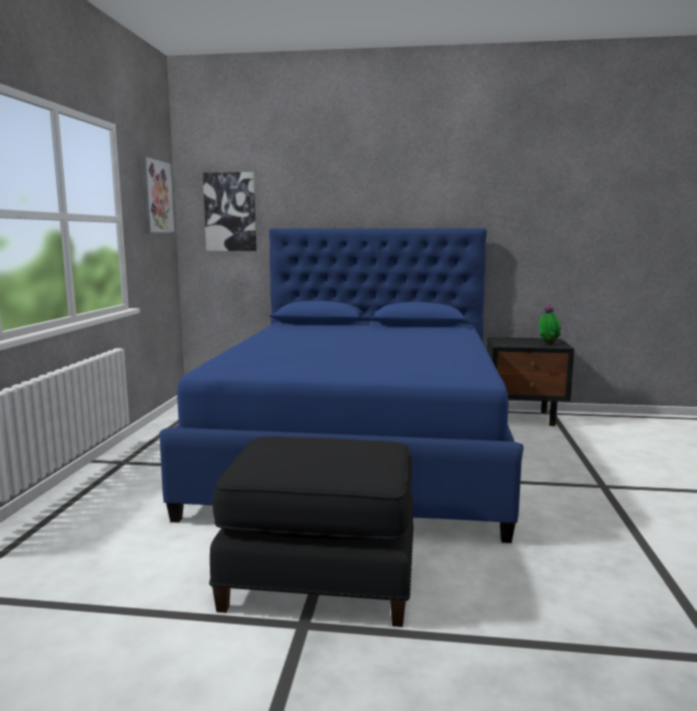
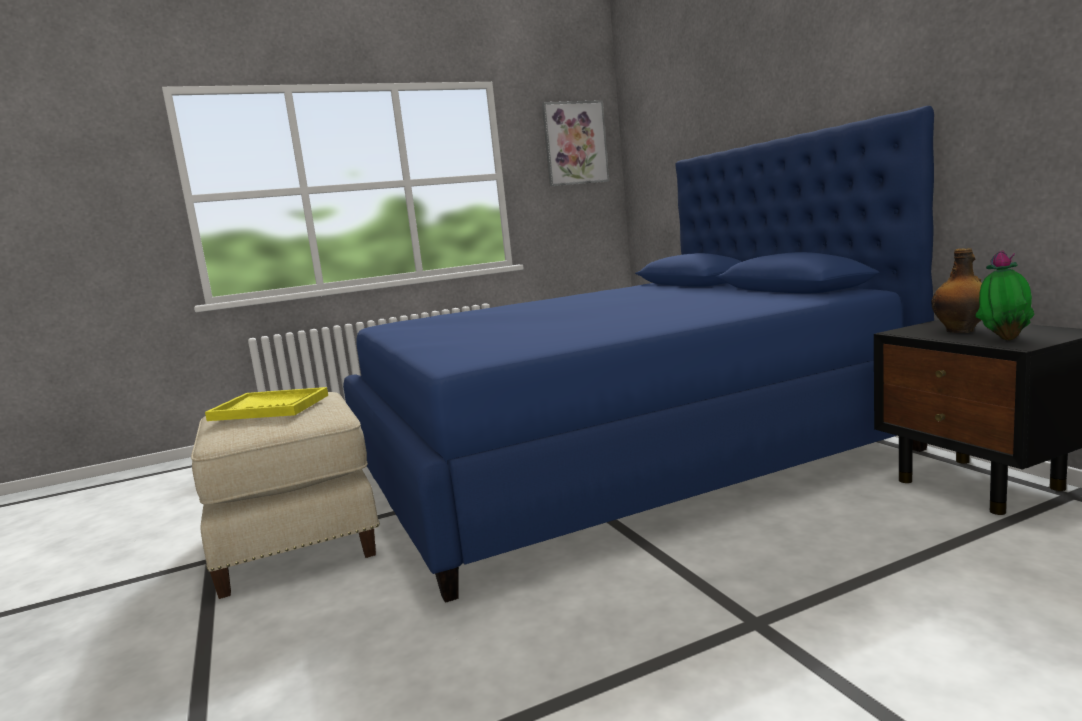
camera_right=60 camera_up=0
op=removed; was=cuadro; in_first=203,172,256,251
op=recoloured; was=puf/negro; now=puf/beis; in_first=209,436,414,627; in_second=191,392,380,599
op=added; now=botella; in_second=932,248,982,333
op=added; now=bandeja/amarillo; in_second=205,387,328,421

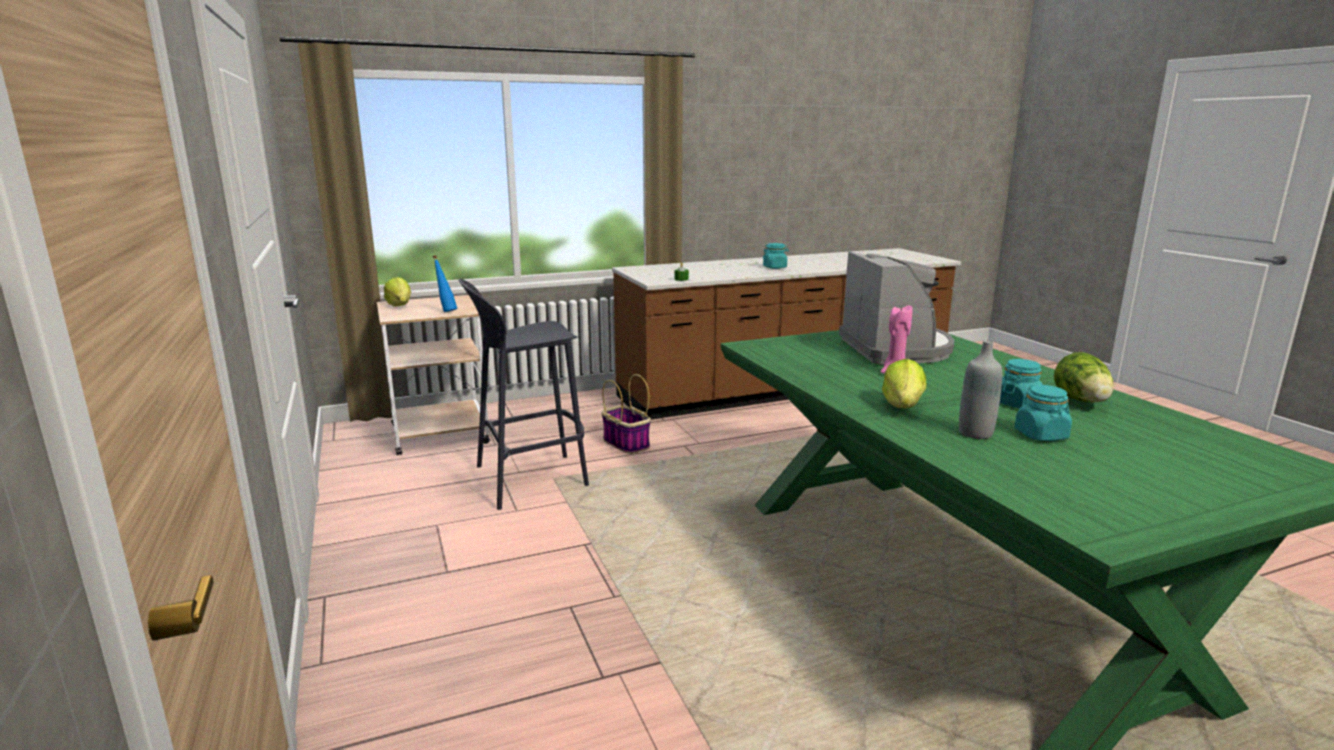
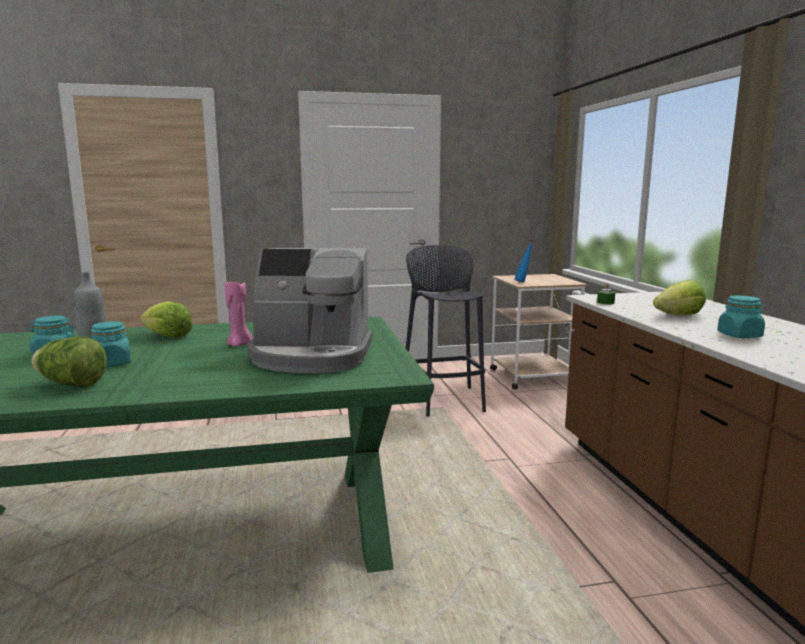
camera_right=100 camera_up=-5
op=moved; was=lechuga; in_first=384,277,411,306; in_second=653,280,706,315
op=removed; was=cesta; in_first=602,374,651,454

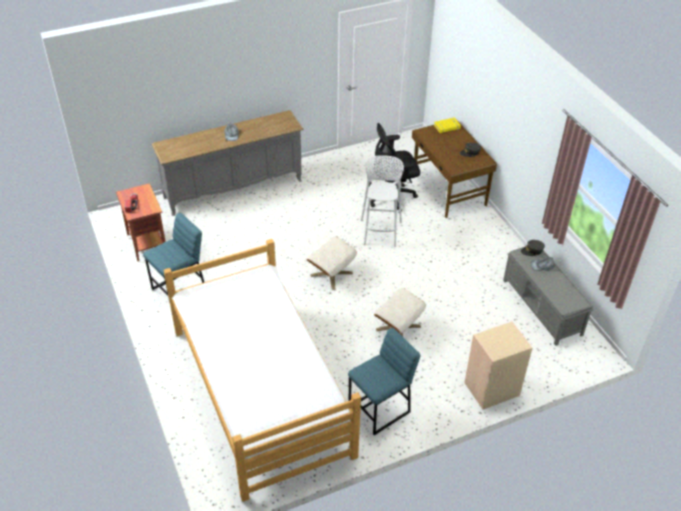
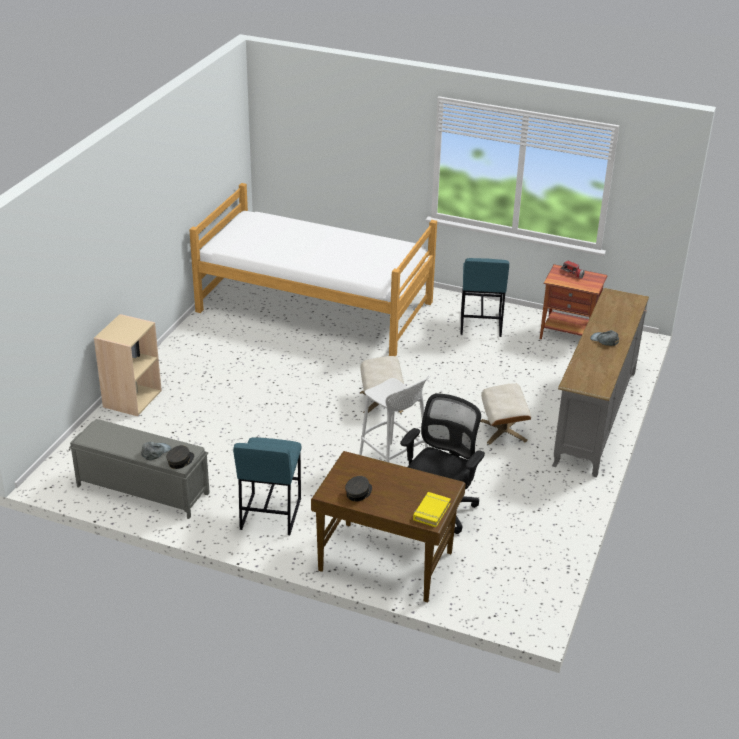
camera_right=135 camera_up=-10
op=moved; was=puf/beis; in_first=374,288,426,337; in_second=480,383,532,445
op=moved; was=taburete/azul; in_first=348,327,421,435; in_second=233,437,302,535

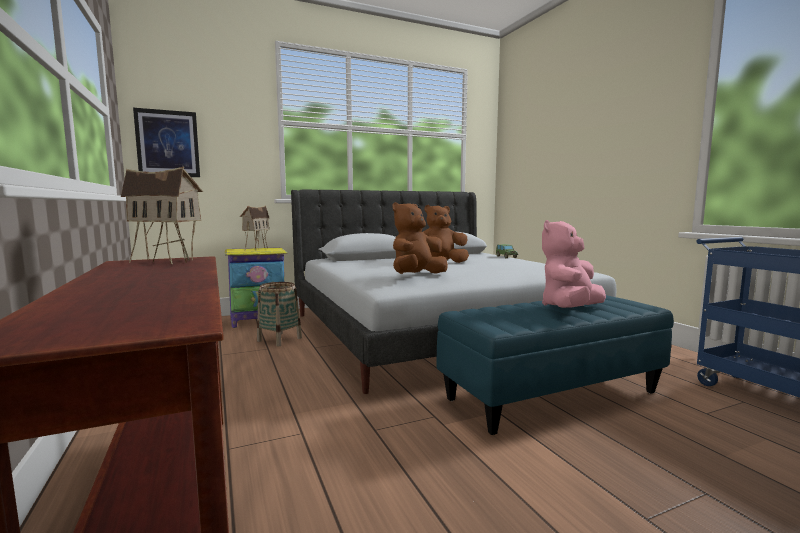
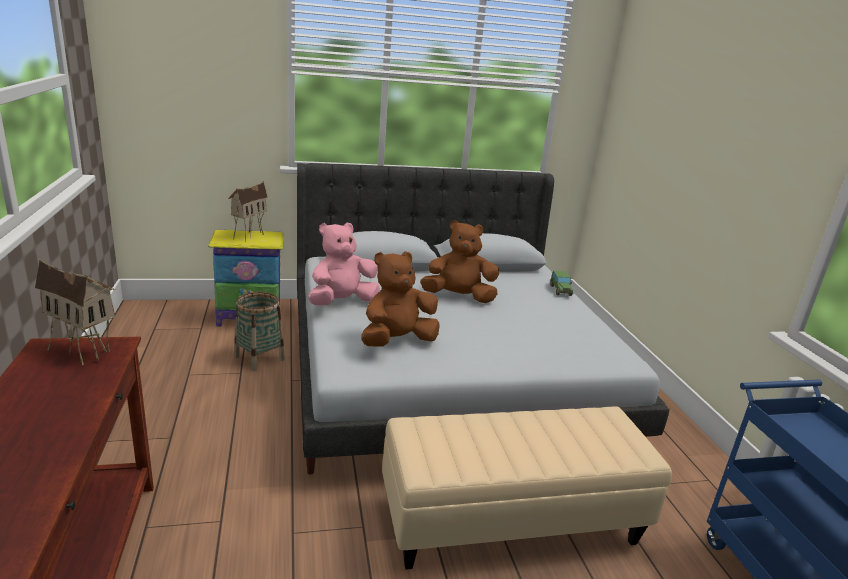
camera_right=10 camera_up=15
op=removed; was=cuadro; in_first=133,108,200,177
op=moved; was=peluche/rosa; in_first=542,220,606,308; in_second=308,223,380,305
op=recoloured; was=puf/azul; now=puf/beis; in_first=436,295,674,435; in_second=382,406,672,570

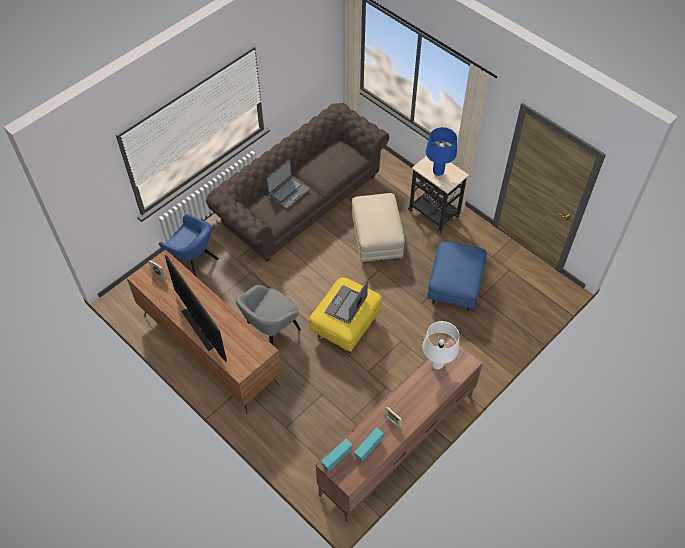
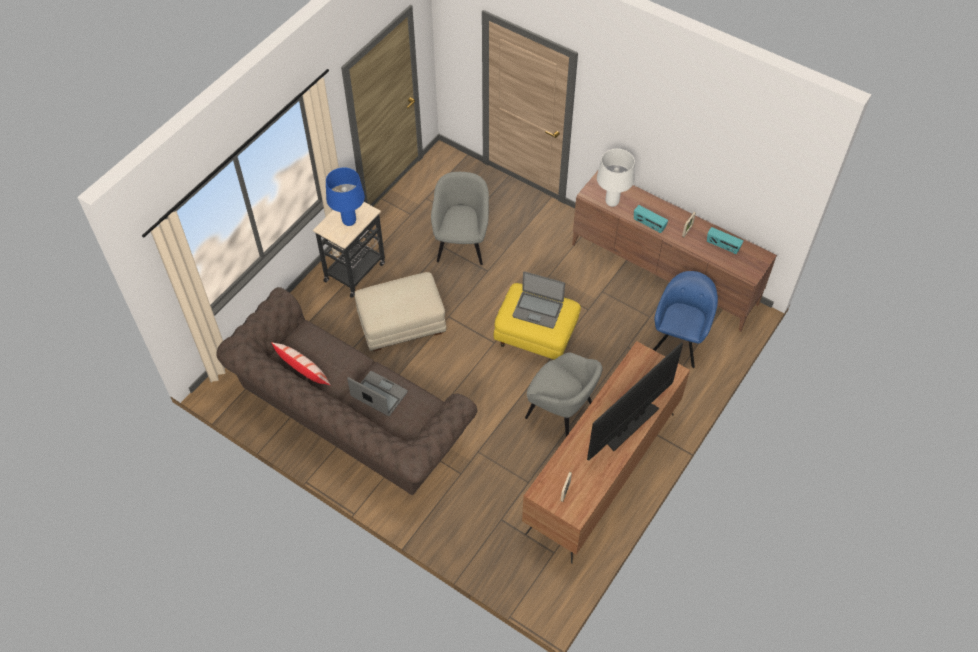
camera_right=-100 camera_up=0
op=moved; was=sillón/azul; in_first=159,214,219,276; in_second=653,271,718,368
op=replaced; was=puf/azul; now=sillón/gris; in_first=427,242,487,311; in_second=431,172,489,265
op=moved; was=radio; in_first=321,438,353,471; in_second=634,205,668,233
op=added; now=cojín; in_second=271,342,330,385

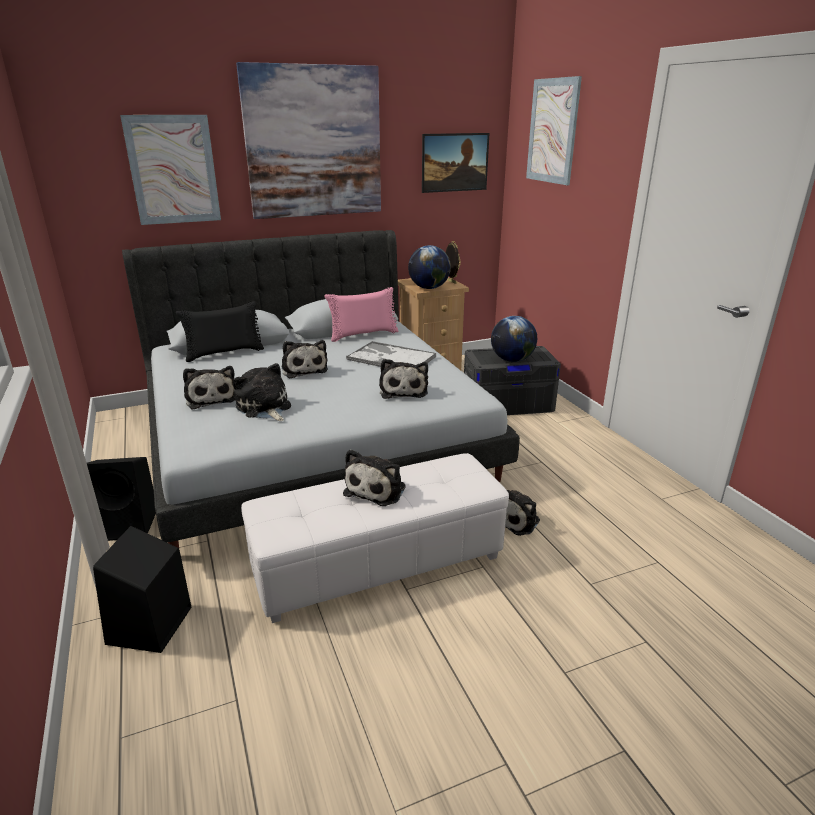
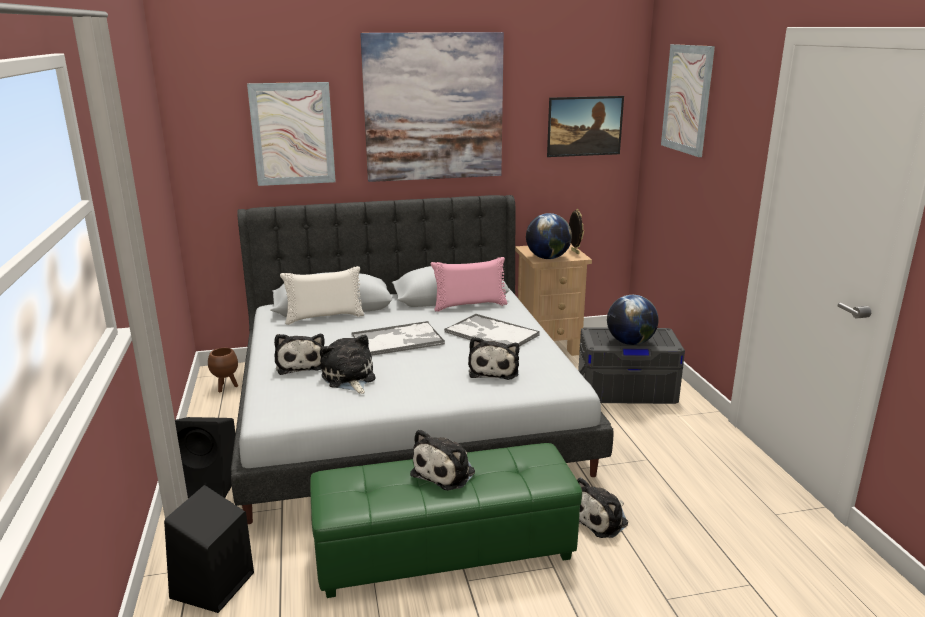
camera_right=10 camera_up=-5
op=recoloured; was=cojín/negro; now=cojín/blanco; in_first=176,301,264,362; in_second=280,266,364,325
op=replaced; was=peluche; now=bandeja; in_first=281,340,328,378; in_second=352,321,445,356
op=recoloured; was=puf/blanco; now=puf/verde; in_first=241,453,509,623; in_second=310,443,582,598
op=added; now=maceta/marrón; in_second=208,348,238,392

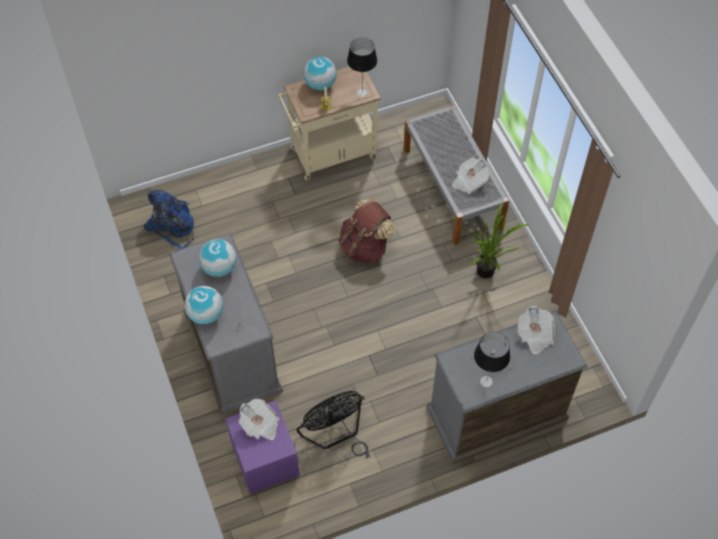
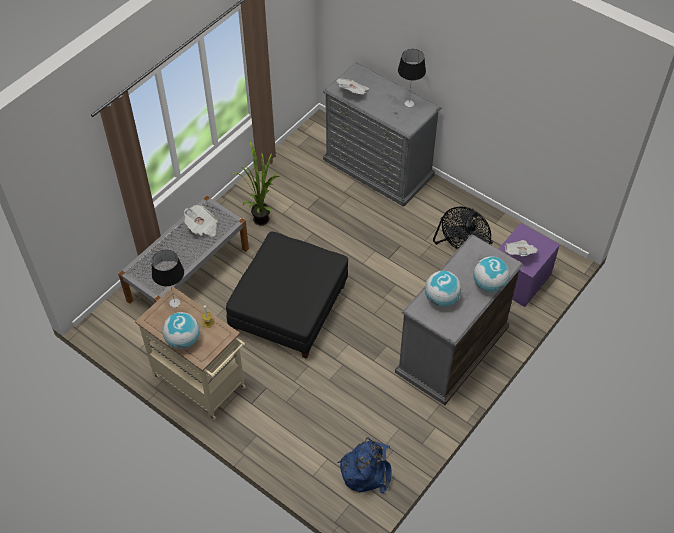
camera_right=-120 camera_up=-5
op=replaced; was=mochila/marrón; now=puf/negro; in_first=338,198,396,263; in_second=226,231,348,359

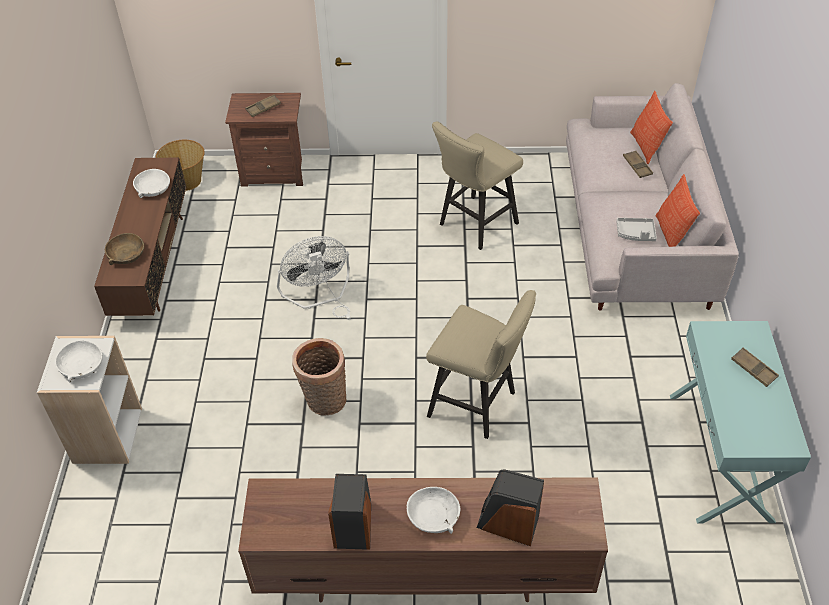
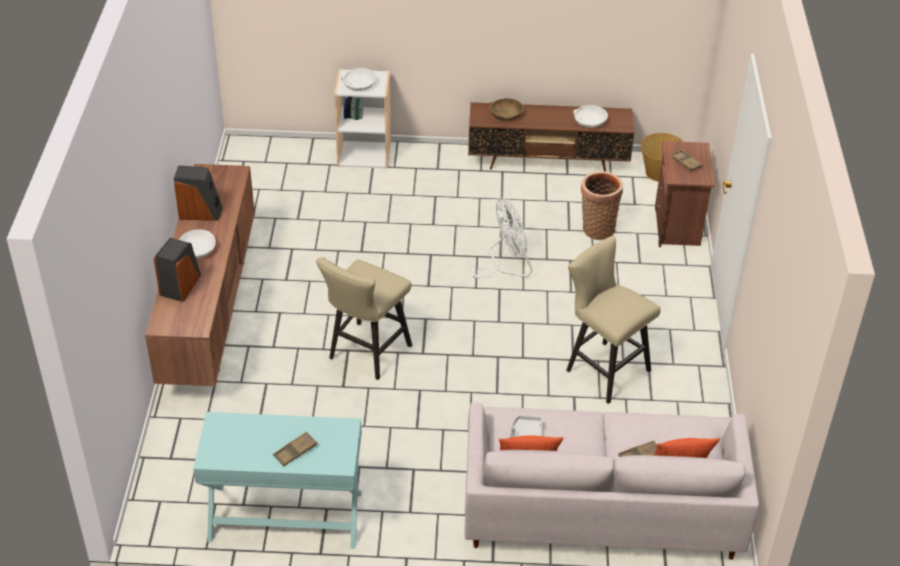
camera_right=90 camera_up=-5
op=moved; was=cesta; in_first=292,338,346,416; in_second=581,171,623,240

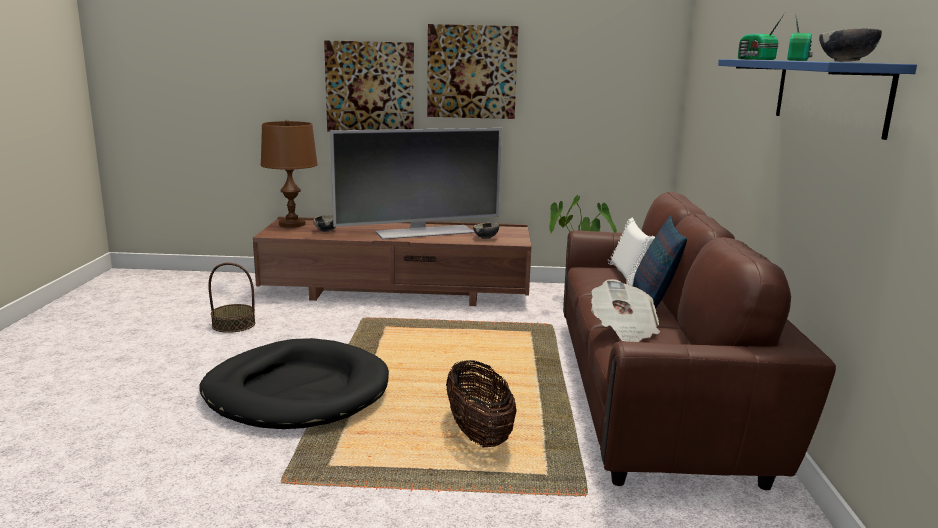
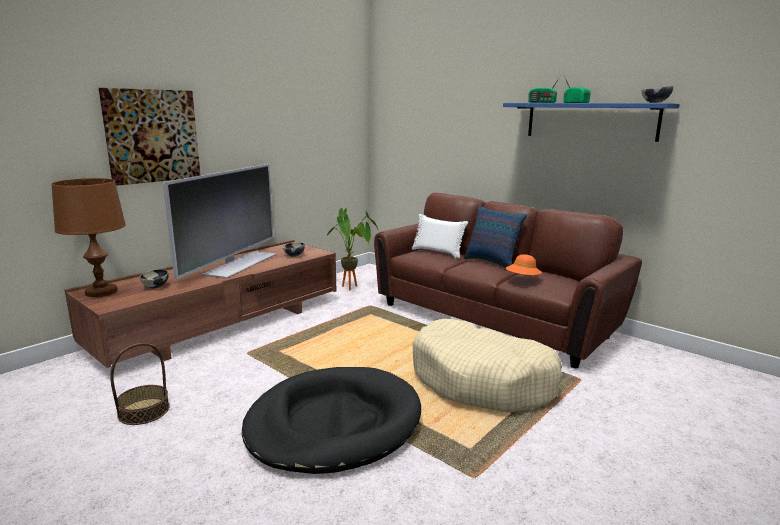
camera_right=-50 camera_up=0
op=removed; was=cuadro; in_first=427,24,518,119
op=replaced; was=periódico; now=sombrero/naranja; in_first=591,279,660,342; in_second=505,254,542,276
op=replaced; was=cesta; now=cama para perro/beis; in_first=446,360,517,447; in_second=412,319,563,412

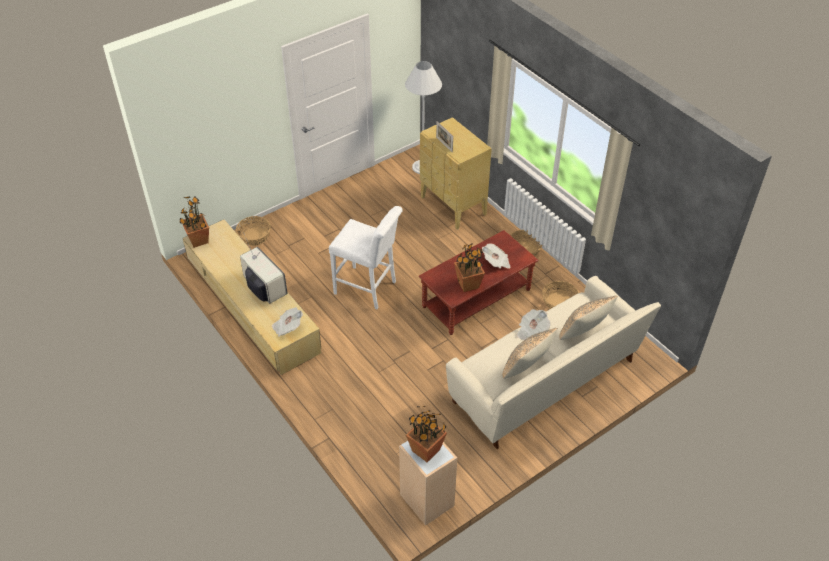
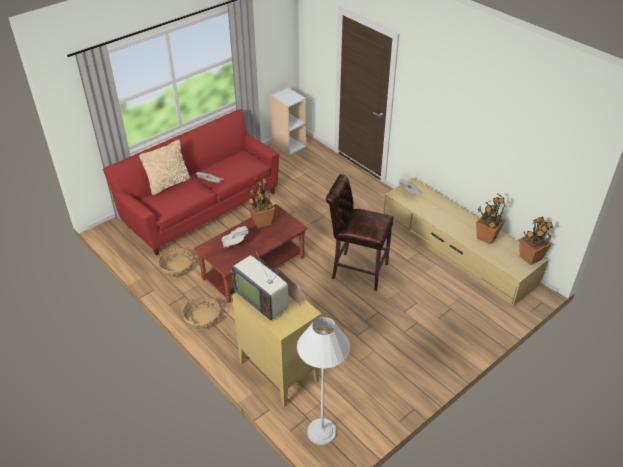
camera_right=175 camera_up=-5
op=recoloured; was=taburete/blanco; now=taburete/marrón; in_first=329,206,403,309; in_second=326,174,393,291
op=removed; was=cesta; in_first=236,216,271,246
op=moved; was=televisor; in_first=240,232,287,304; in_second=232,252,289,320
op=recoloured; was=sofá/beis; now=sofá/rojo; in_first=446,276,661,449; in_second=103,109,279,256
op=removed; was=cojín/beis; in_first=502,328,558,379
op=moved; was=planta en maceta; in_first=406,406,447,462; in_second=476,192,506,245

